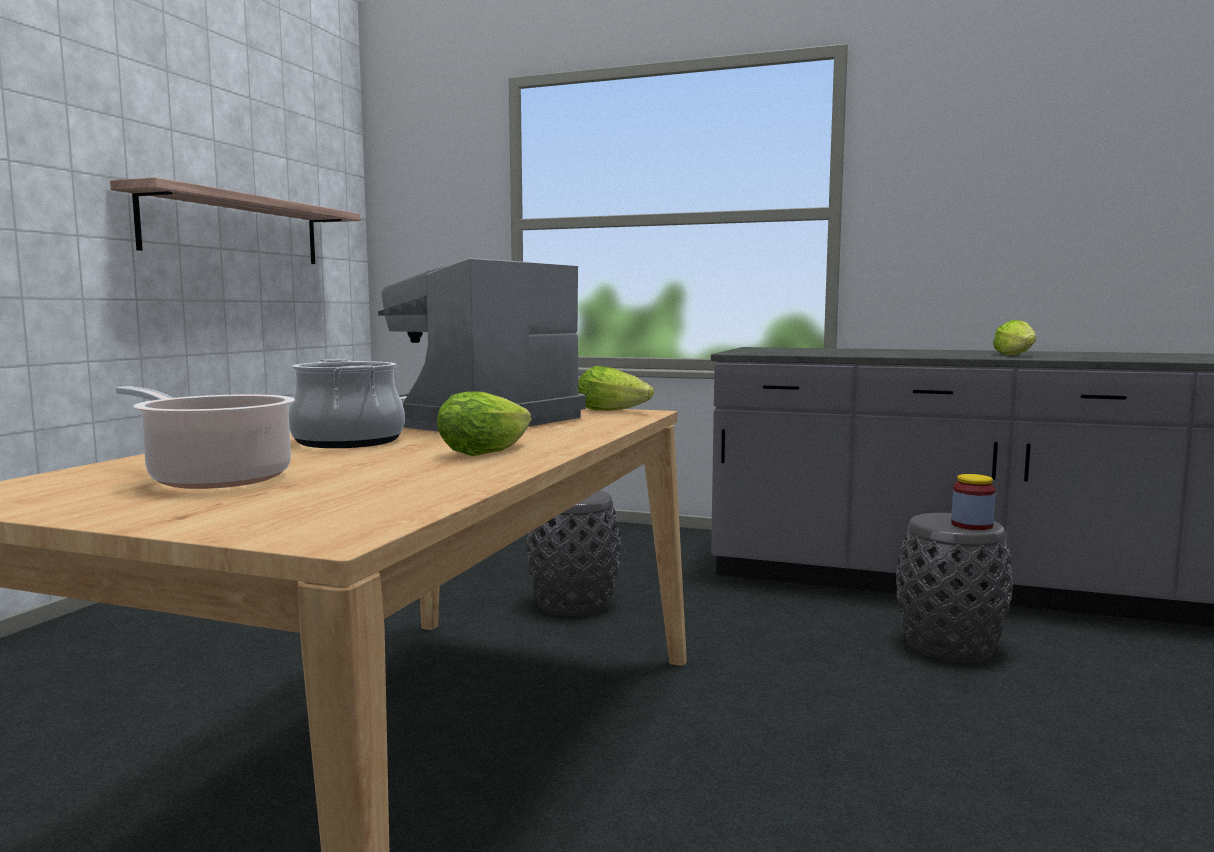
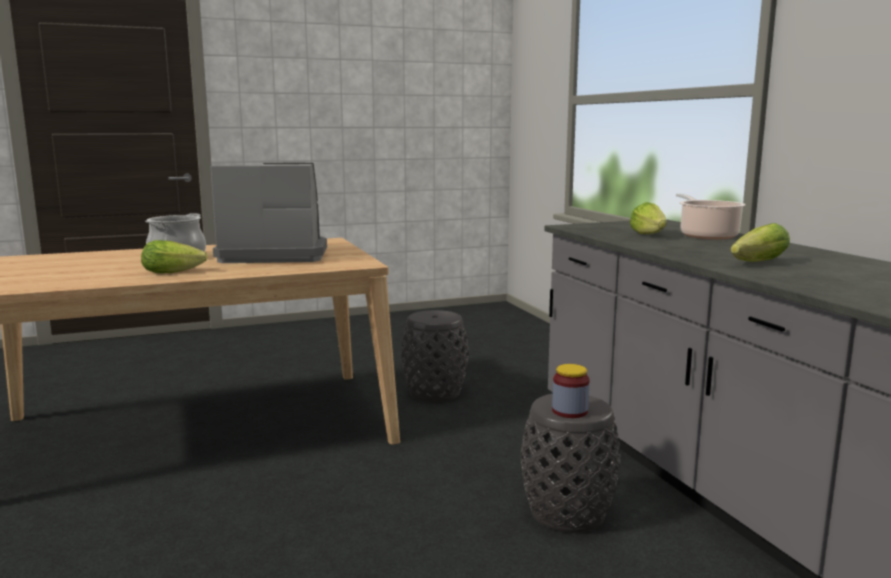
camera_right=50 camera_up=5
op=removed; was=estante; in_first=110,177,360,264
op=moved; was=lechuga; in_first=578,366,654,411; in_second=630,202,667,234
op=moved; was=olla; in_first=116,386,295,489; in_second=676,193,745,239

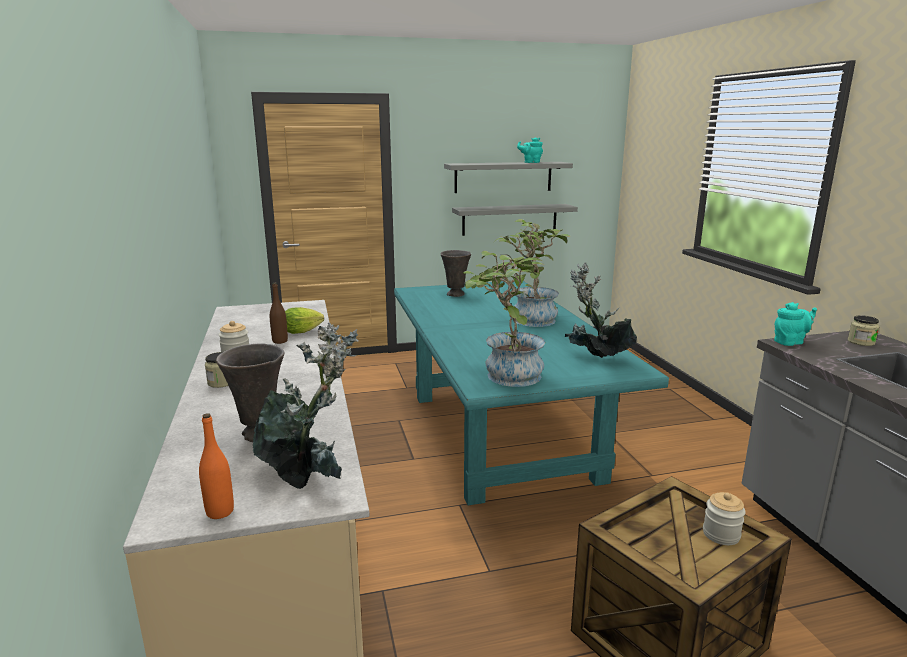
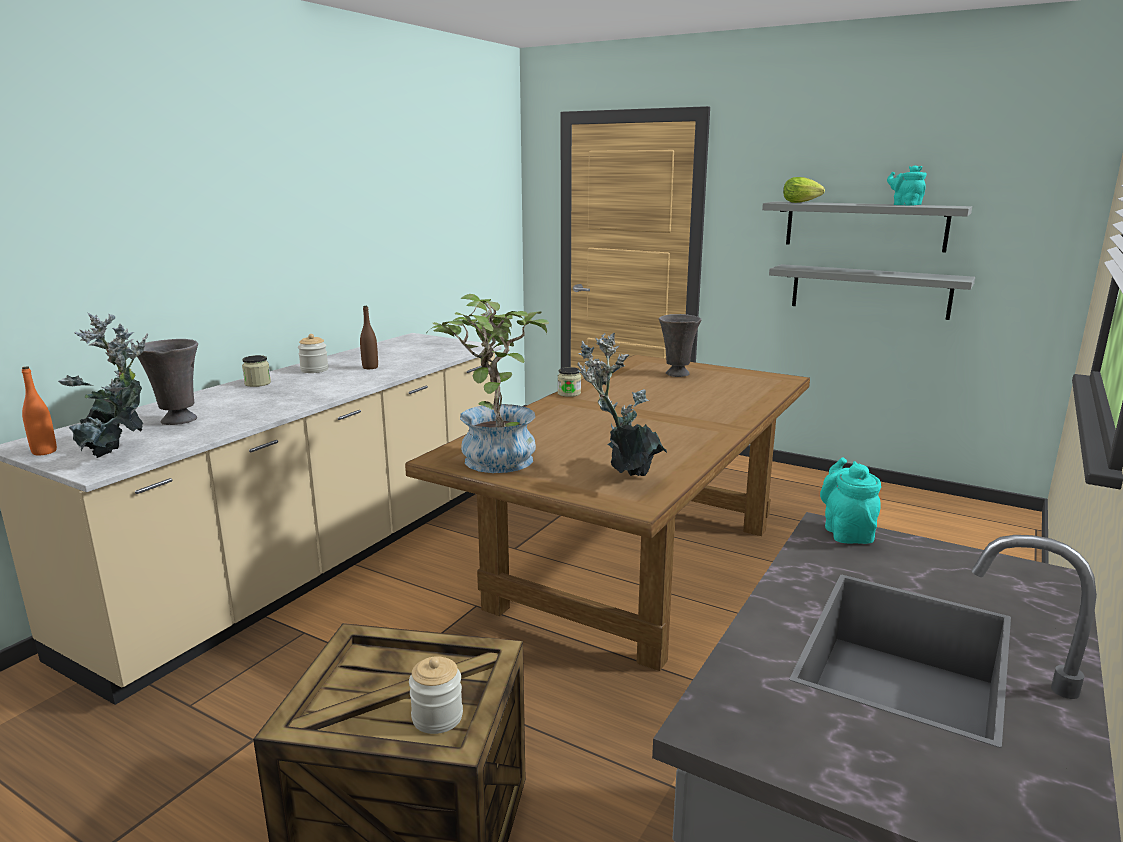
camera_right=45 camera_up=0
op=removed; was=planta en maceta; in_first=494,219,570,327
op=recoloured; was=mesa de comedor/turquesa; now=mesa de comedor/marrón; in_first=394,281,669,505; in_second=405,355,810,671
op=turned; was=tetera/turquesa; in_first=774,302,817,346; in_second=820,457,881,544; clockwise=-120
op=moved; was=lechuga; in_first=285,307,324,334; in_second=783,177,825,203
op=moved; was=tarro; in_first=848,315,879,346; in_second=558,367,581,397

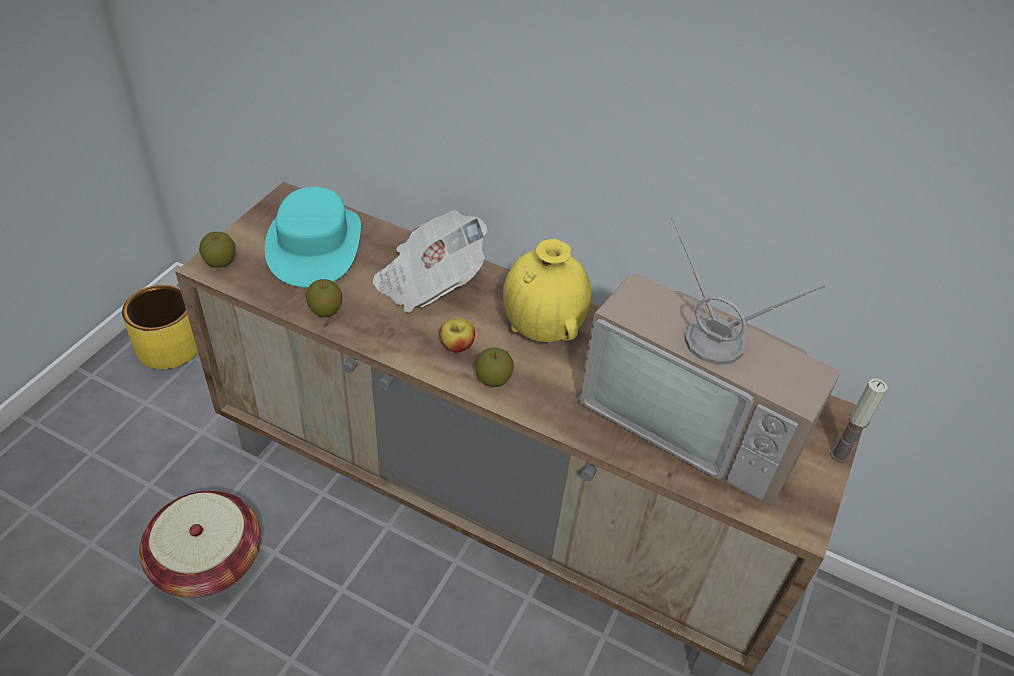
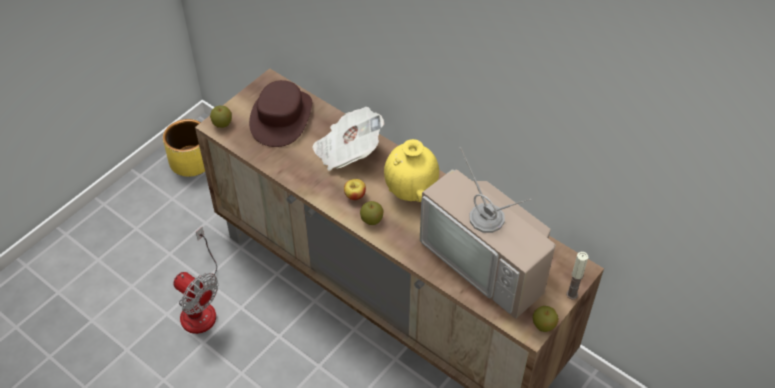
camera_right=15 camera_up=5
op=recoloured; was=sombrero/turquesa; now=sombrero/marrón; in_first=265,187,361,288; in_second=249,80,312,147
op=moved; was=manzana; in_first=305,279,342,317; in_second=533,306,559,332
op=replaced; was=cesta; now=ventilador; in_first=139,490,261,598; in_second=173,227,218,334

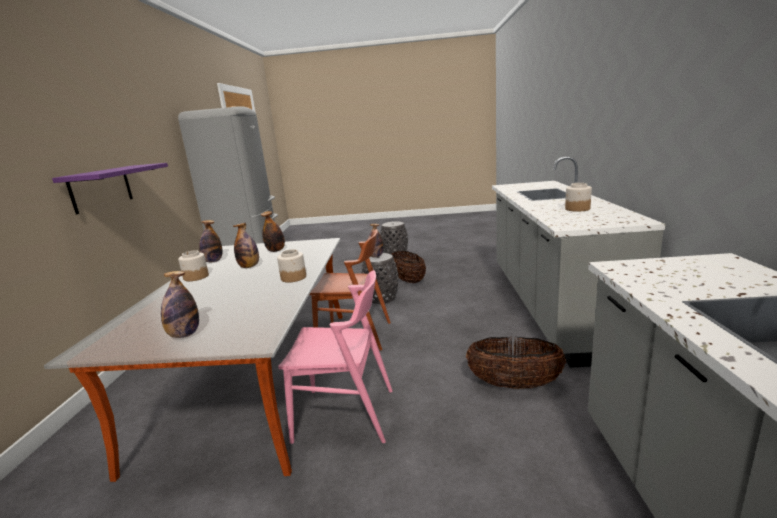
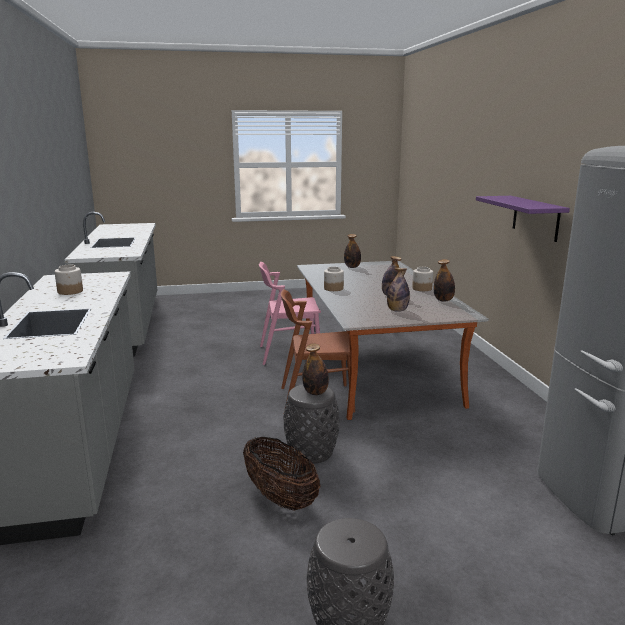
camera_right=165 camera_up=0
op=removed; was=cesta; in_first=466,337,566,389

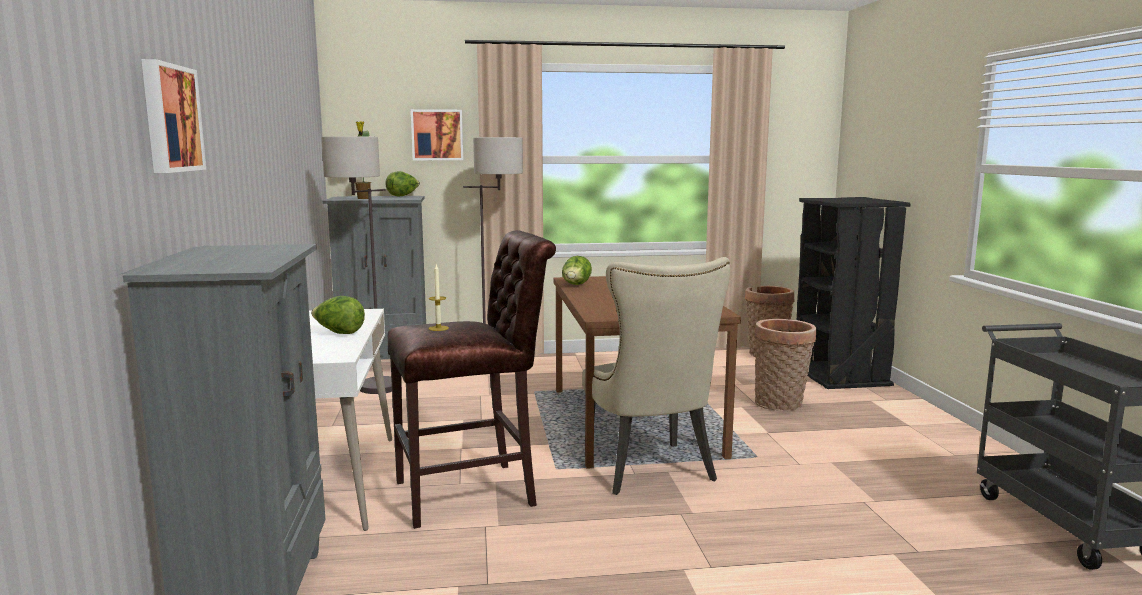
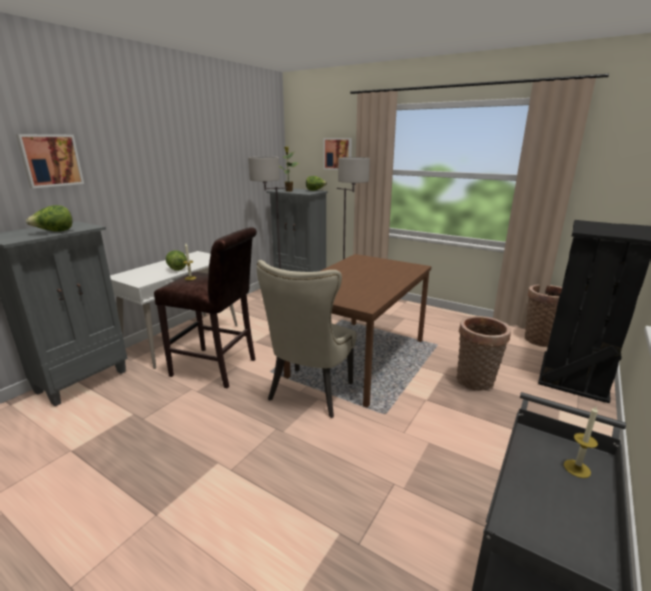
camera_right=40 camera_up=10
op=moved; was=lechuga; in_first=562,256,592,285; in_second=26,205,72,232
op=added; now=vela; in_second=564,405,598,478

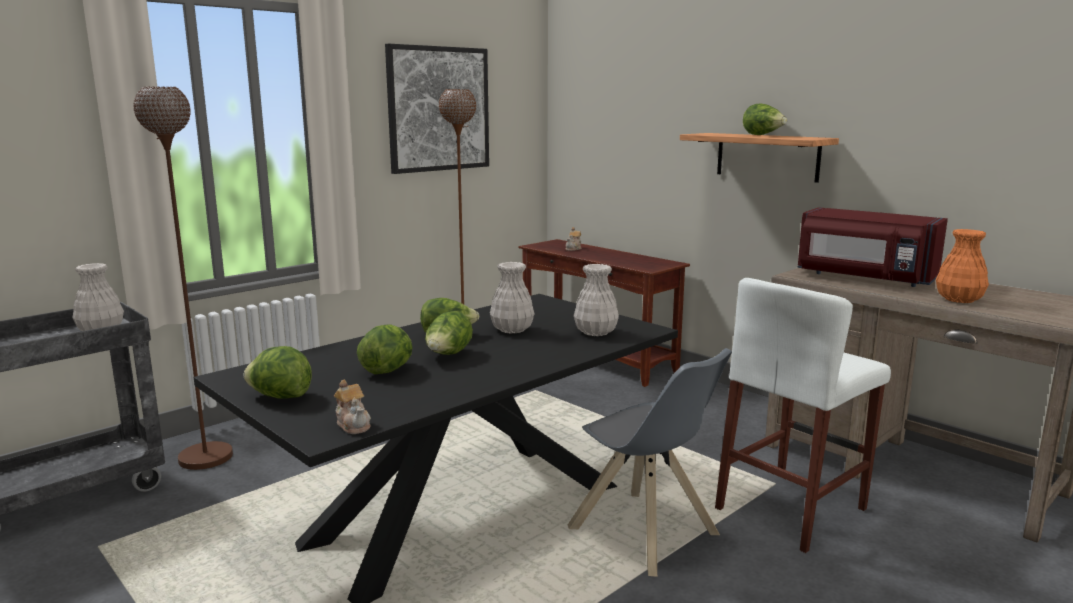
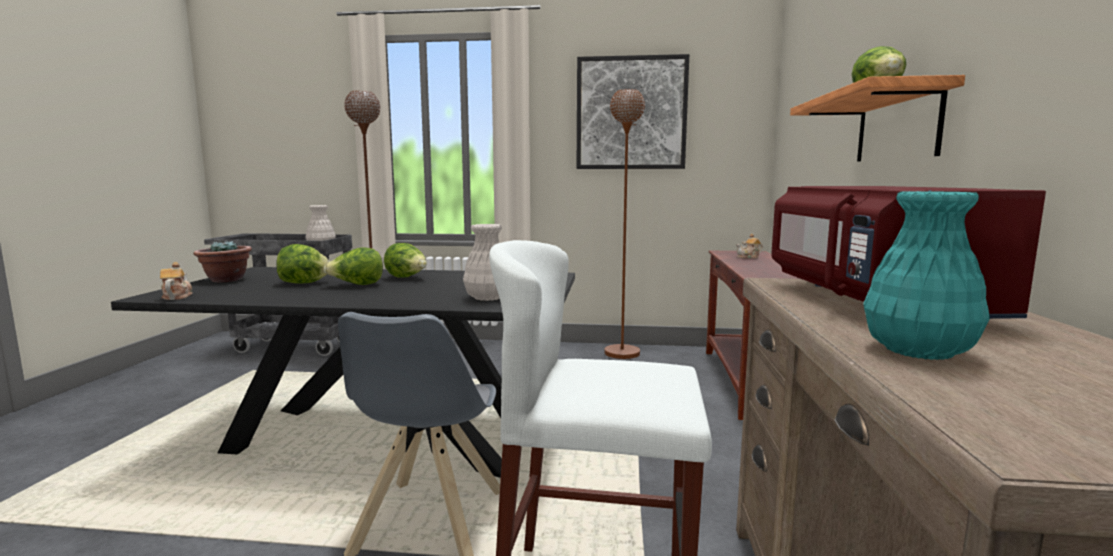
camera_right=50 camera_up=-5
op=recoloured; was=florero/naranja; now=florero/turquesa; in_first=936,229,989,303; in_second=863,191,990,360
op=removed; was=florero/blanco; in_first=490,262,535,334
op=replaced; was=lechuga; now=planta en maceta; in_first=244,346,312,399; in_second=193,239,252,283
op=turned; was=tetera; in_first=334,380,371,434; in_second=160,262,193,300; clockwise=150

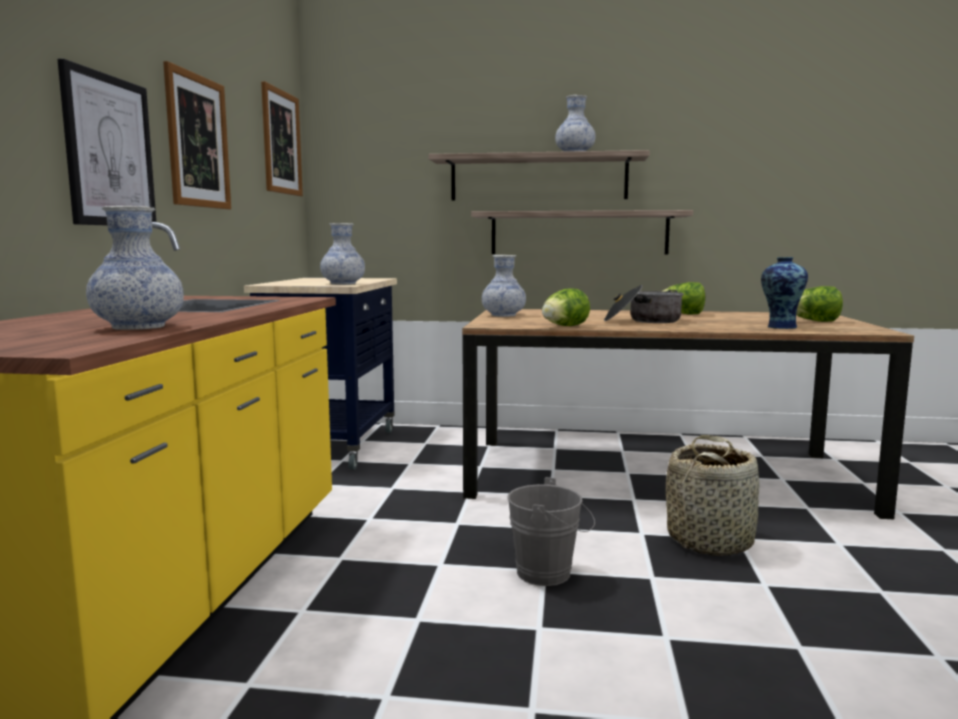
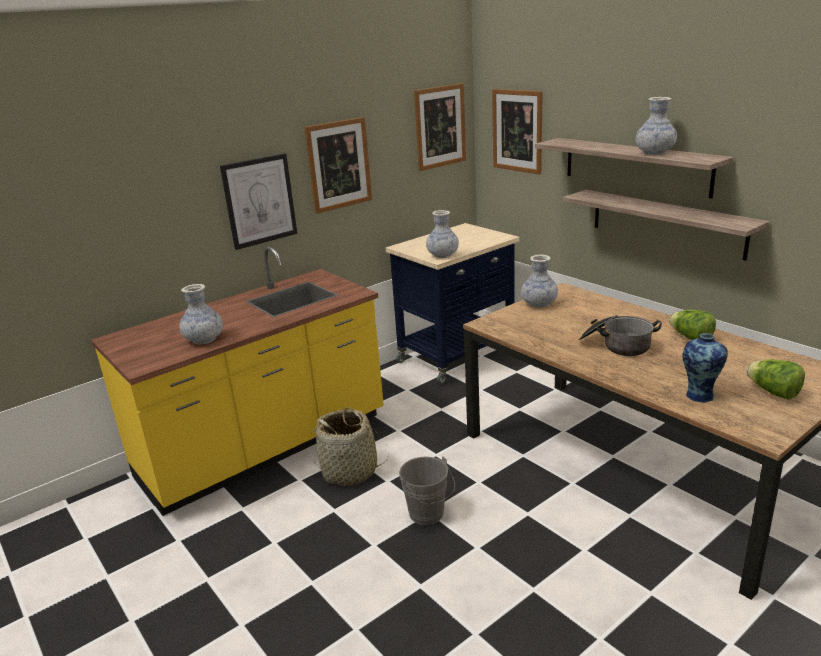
camera_right=45 camera_up=15
op=removed; was=lechuga; in_first=542,288,590,326
op=moved; was=cesta; in_first=666,435,759,556; in_second=312,407,389,486
op=added; now=cuadro; in_second=492,89,543,175

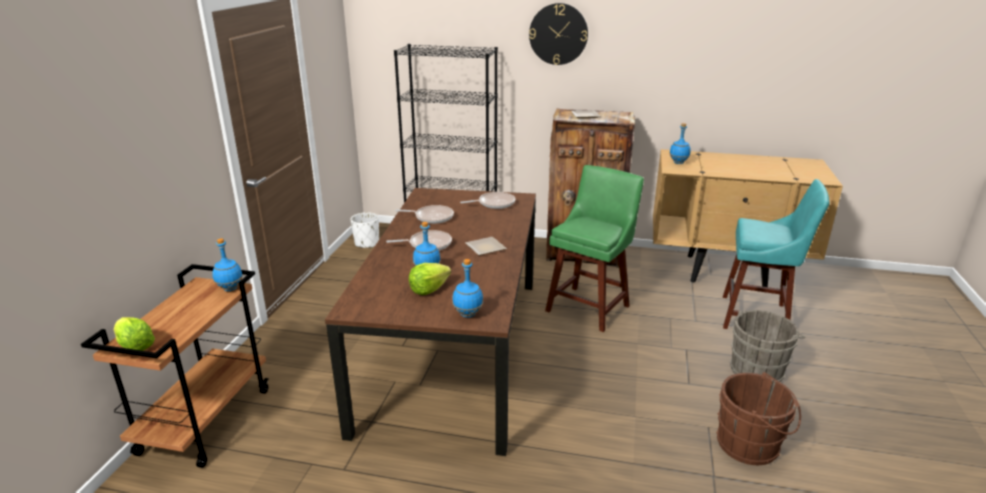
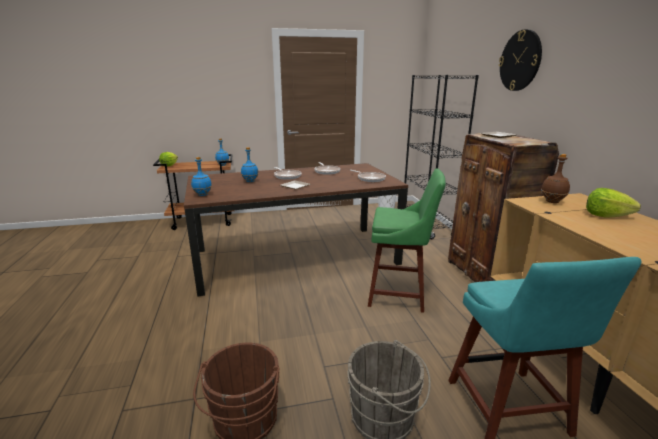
camera_right=65 camera_up=-5
op=recoloured; was=botella/azul; now=botella/marrón; in_first=670,123,691,164; in_second=541,154,570,203
op=moved; was=lechuga; in_first=409,263,451,295; in_second=586,188,641,218

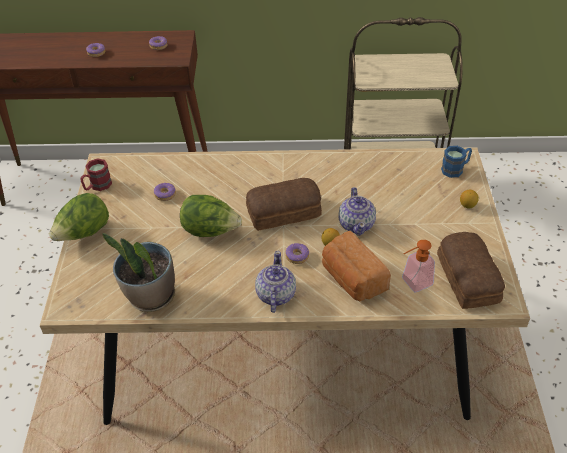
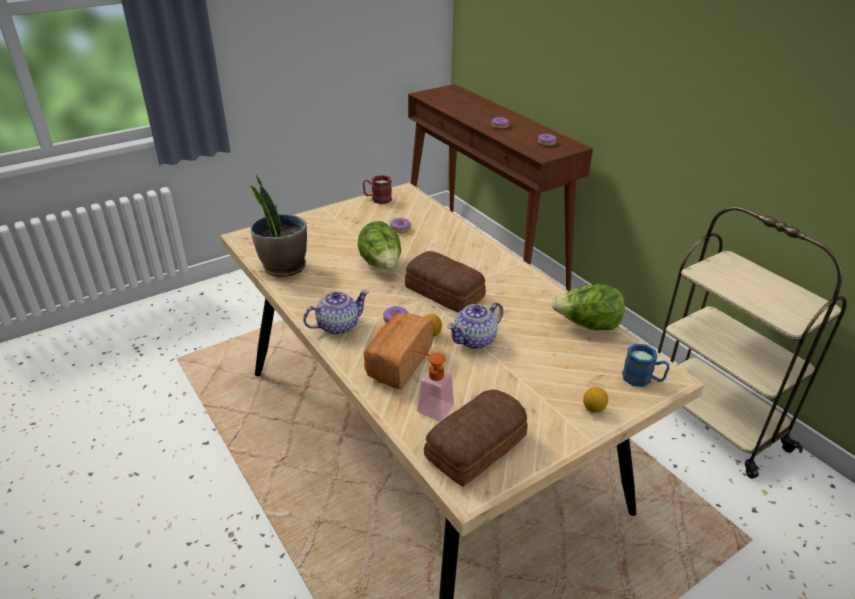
camera_right=55 camera_up=-10
op=moved; was=lechuga; in_first=49,193,109,241; in_second=552,284,625,330

